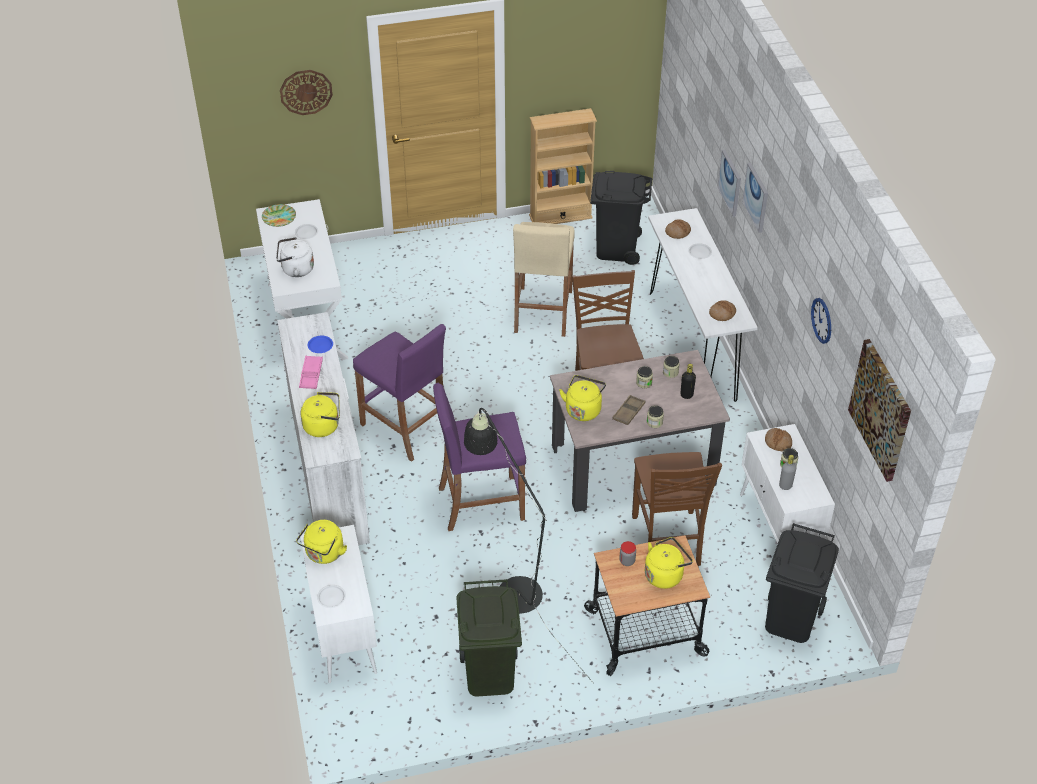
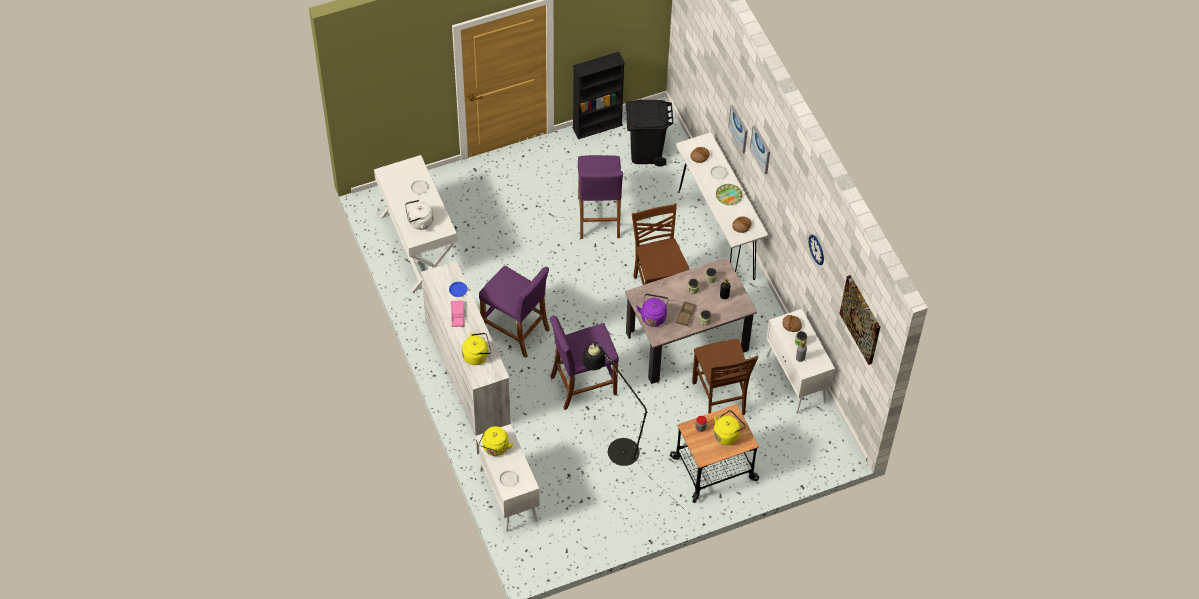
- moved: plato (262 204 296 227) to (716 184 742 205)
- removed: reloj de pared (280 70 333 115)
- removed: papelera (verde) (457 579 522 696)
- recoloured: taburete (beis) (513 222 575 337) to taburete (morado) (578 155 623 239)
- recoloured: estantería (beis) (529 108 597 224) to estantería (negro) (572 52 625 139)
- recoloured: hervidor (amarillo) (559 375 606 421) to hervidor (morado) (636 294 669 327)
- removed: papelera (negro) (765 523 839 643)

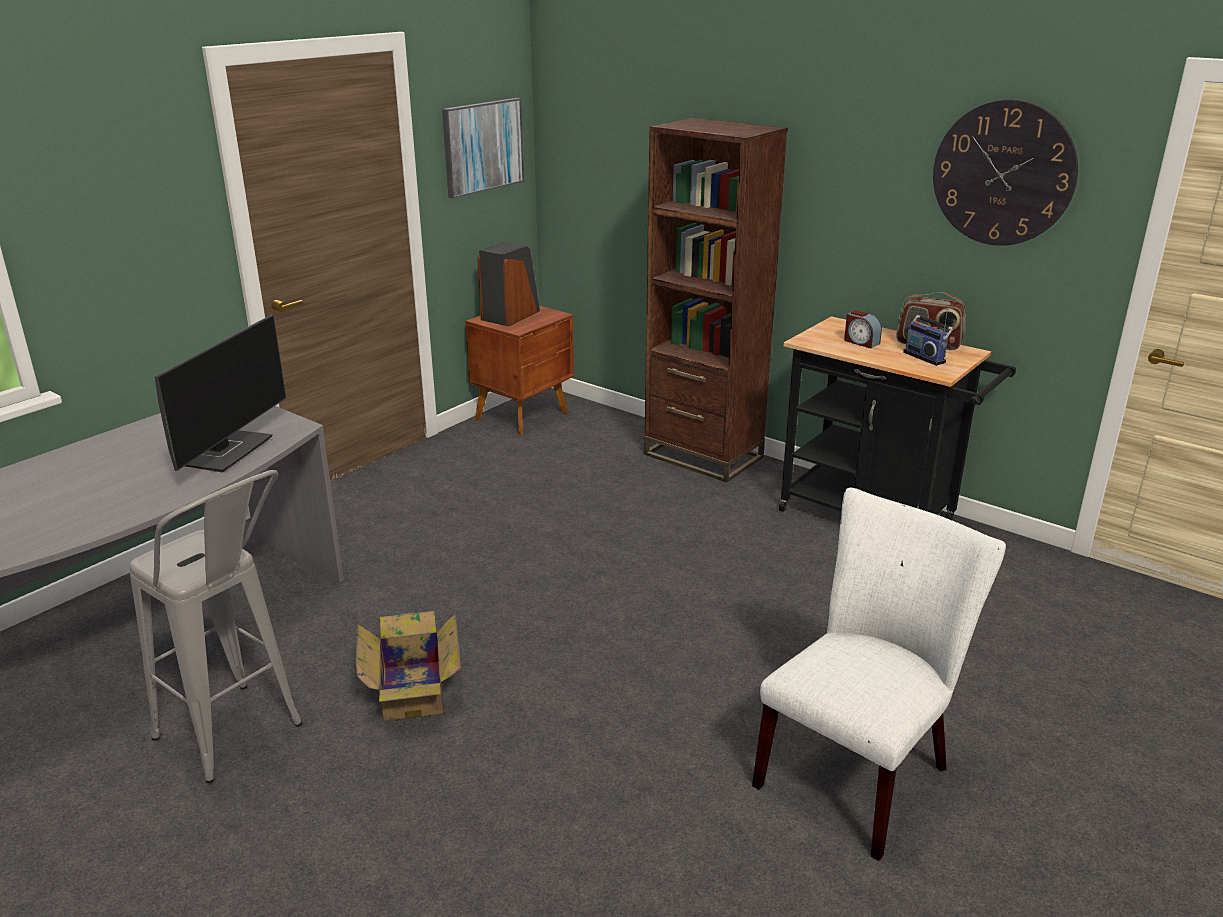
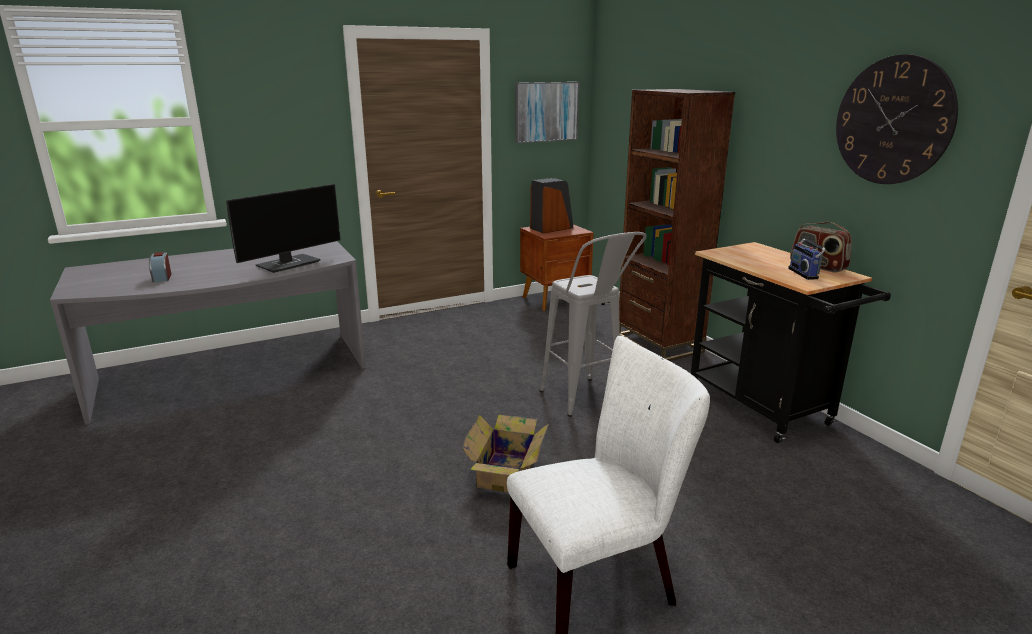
- moved: taburete (gris) (129 470 302 783) to (540 232 647 417)
- moved: caja de cartón (356 611 461 721) to (463 414 549 493)
- moved: despertador (844 310 882 348) to (149 252 171 282)

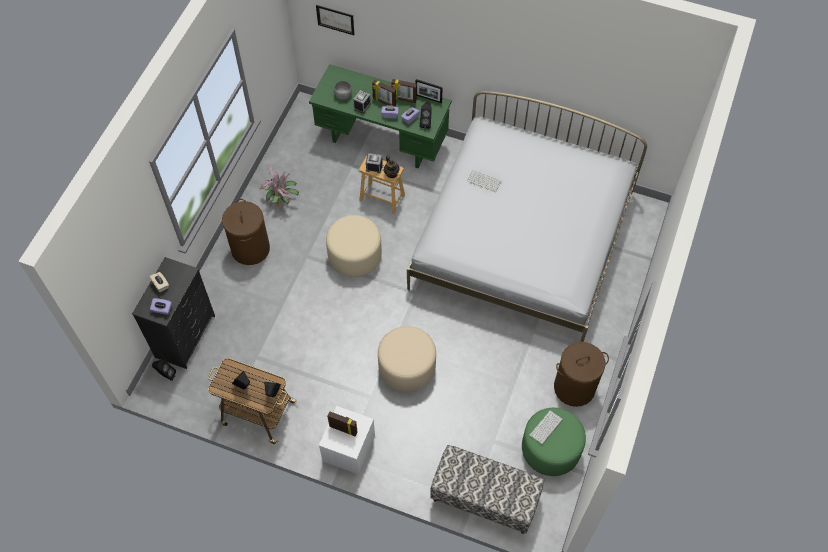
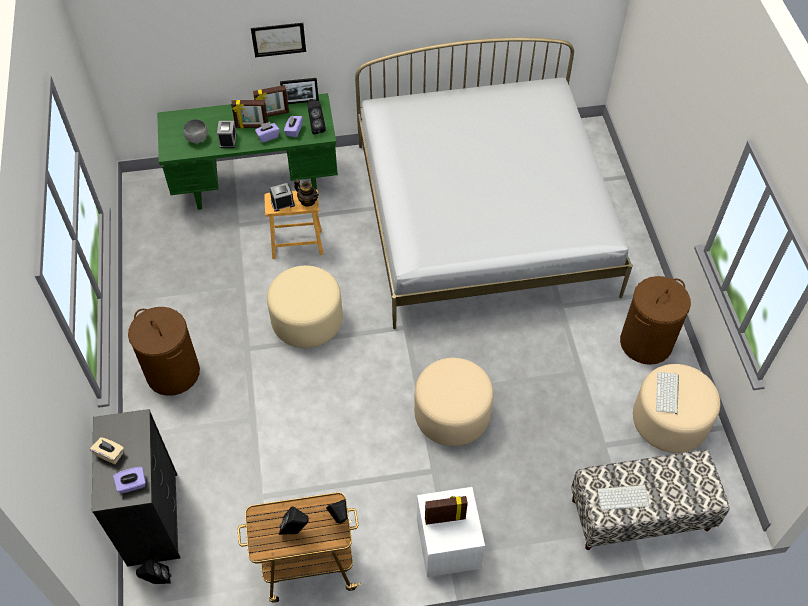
- removed: planta en maceta (260 163 299 209)
- moved: cuadro (316 5 355 35) to (251 23 306 57)
- moved: teclado (467 170 501 192) to (597 485 649 510)
- recoloured: puf (verde) (522 408 586 476) to puf (beis) (633 364 720 453)

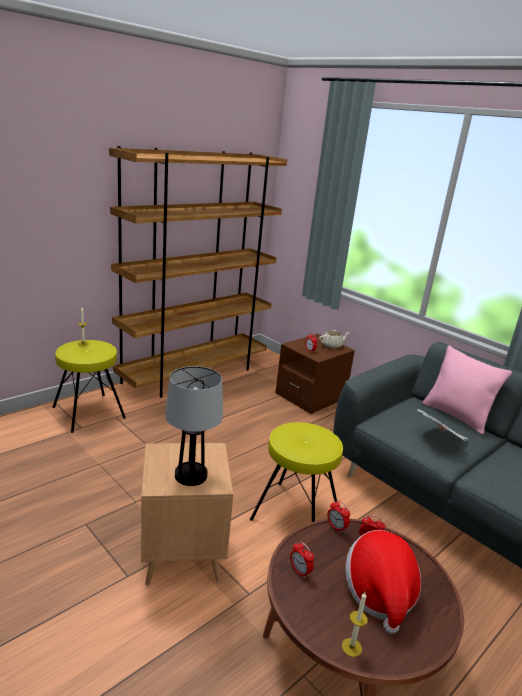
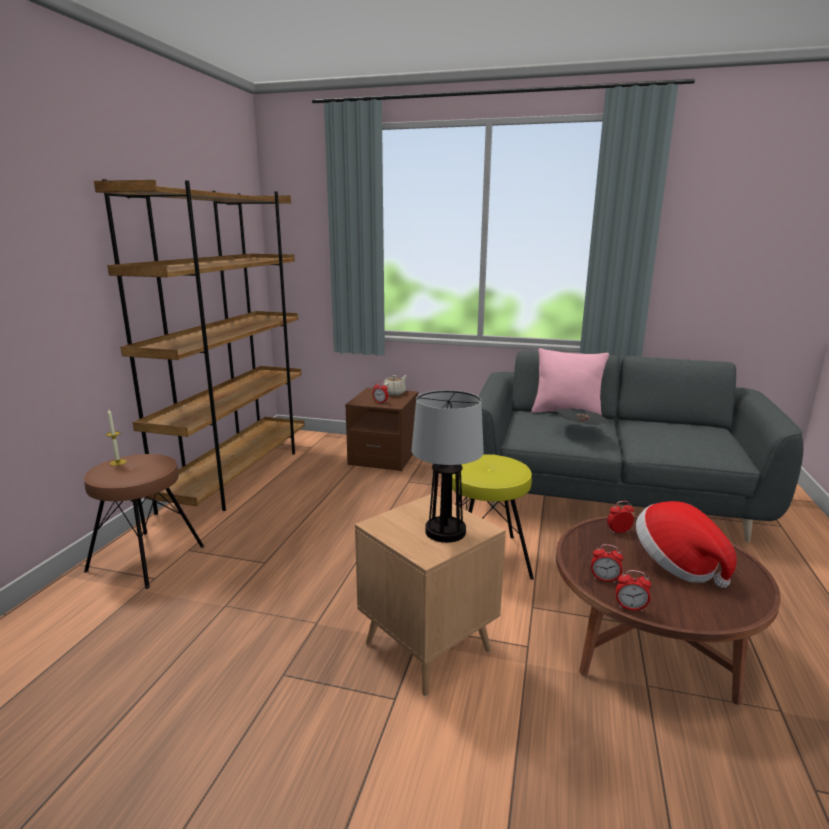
- recoloured: taburete (amarillo) (52 340 126 433) to taburete (marrón) (84 454 204 589)
- moved: despertador (328 500 350 532) to (616 570 651 612)
- removed: vela (342 592 368 657)

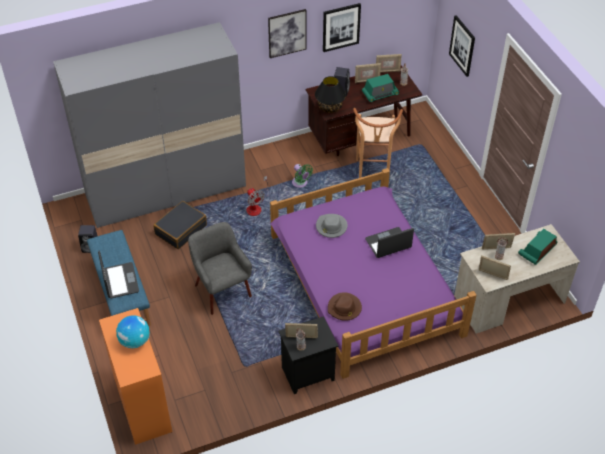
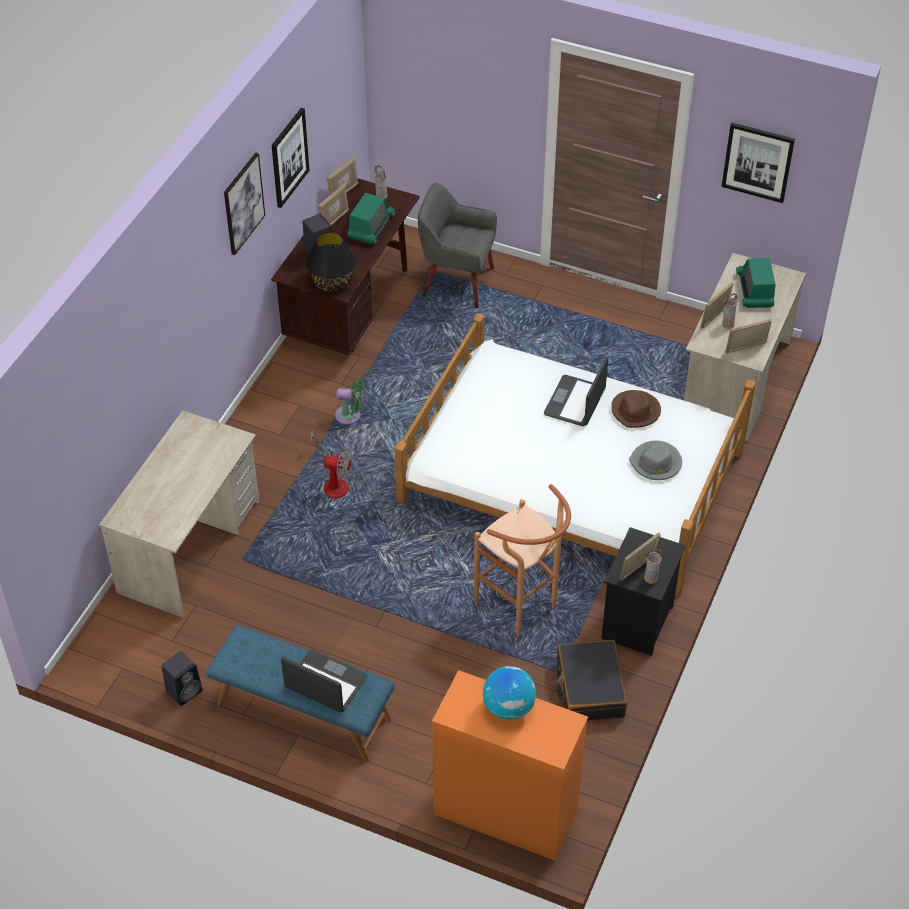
- replaced: armario ropero (gris) (53 22 246 228) to escritorio (beis) (99 410 260 618)
- moved: maleta (negro) (154 201 207 249) to (557 640 627 721)
- moved: sillón (gris) (188 222 252 315) to (418 183 497 309)
- recoloured: cama (morado) (270 168 476 379) to cama (blanco) (395 313 756 597)
- moved: sombrero (gris) (316 214 348 238) to (629 441 682 480)
- moved: sombrero (marrón) (328 292 362 321) to (611 390 661 428)
- moved: taburete (marrón) (353 108 403 178) to (474 484 571 636)
- moved: cuadro (449 15 475 77) to (722 123 795 203)

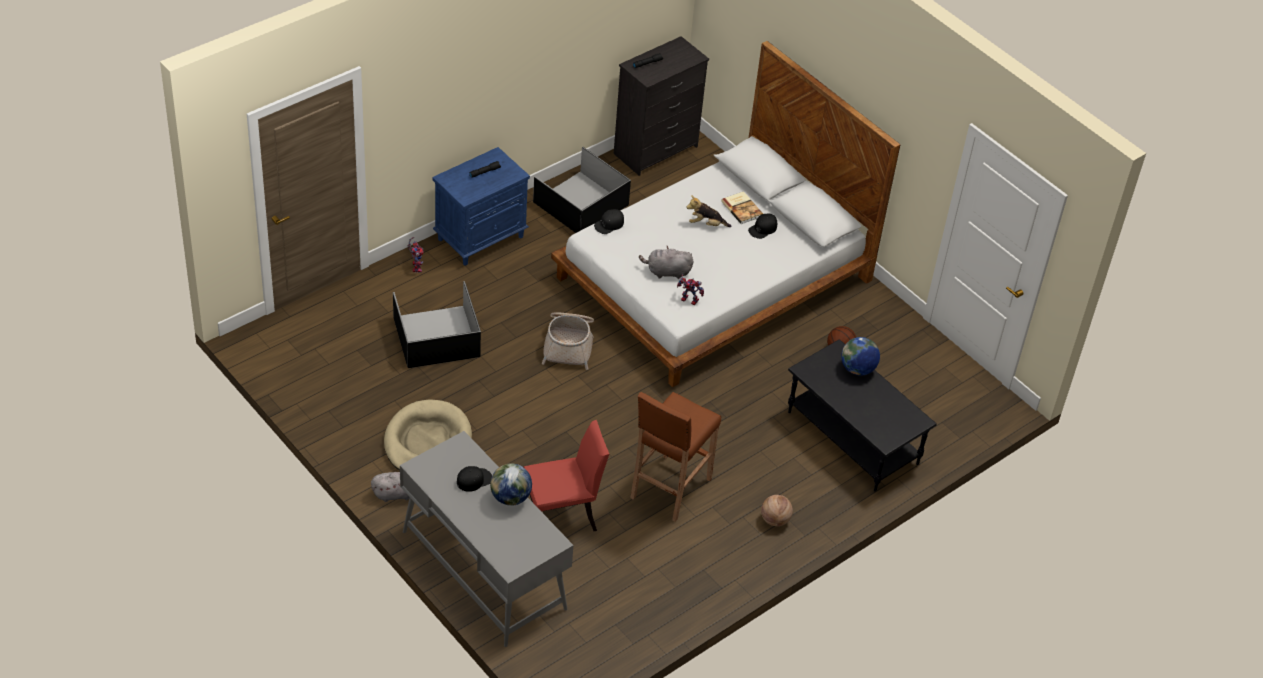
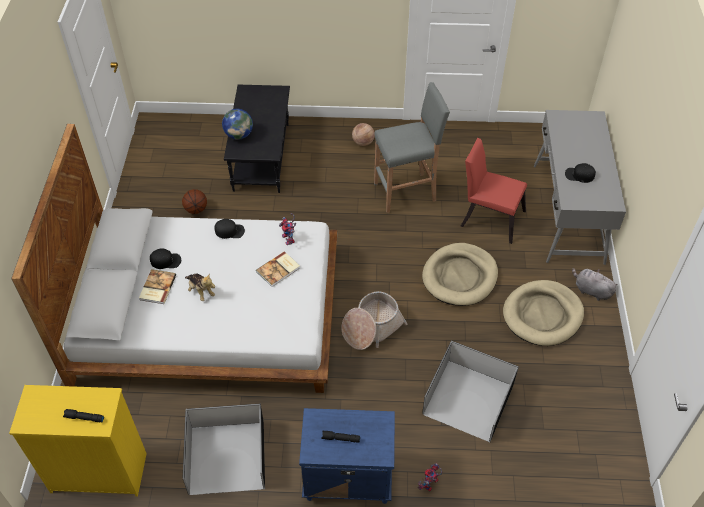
- removed: globo terráqueo (490 463 532 506)
- moved: gorra (negro) (594 209 624 234) to (214 219 245 239)
- recoloured: cómoda (negro) (614 36 709 176) to cómoda (amarillo) (9 385 147 497)
- recoloured: taburete (marrón) (631 392 721 522) to taburete (gris) (374 82 450 213)
- replaced: peluche (gris) (639 245 693 279) to libro (256 251 300 287)
- added: cama para perro (beis) (422 243 498 306)

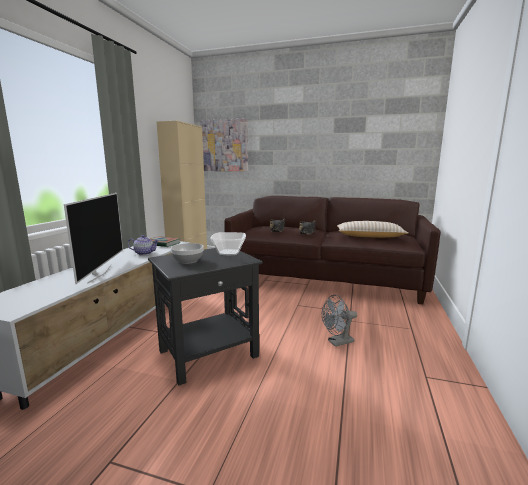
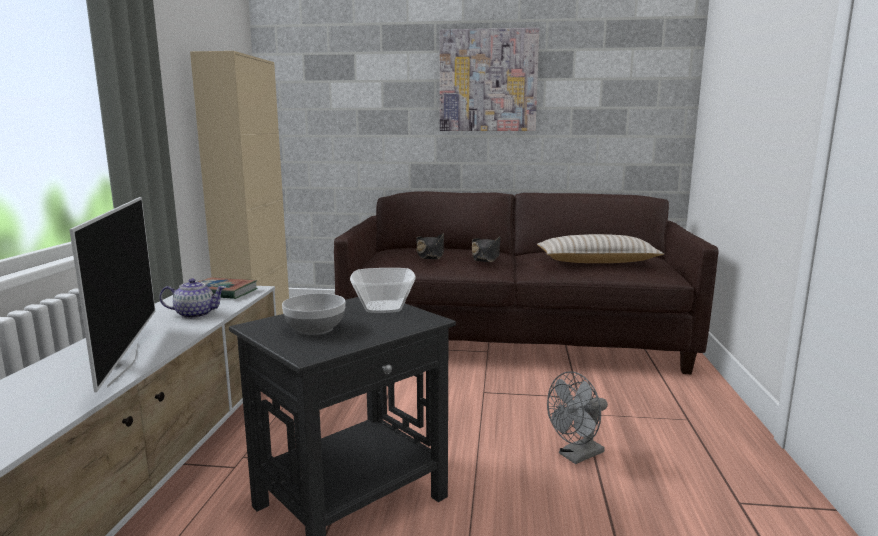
- moved: cuadro (200 118 248 171) to (440 28 539 131)

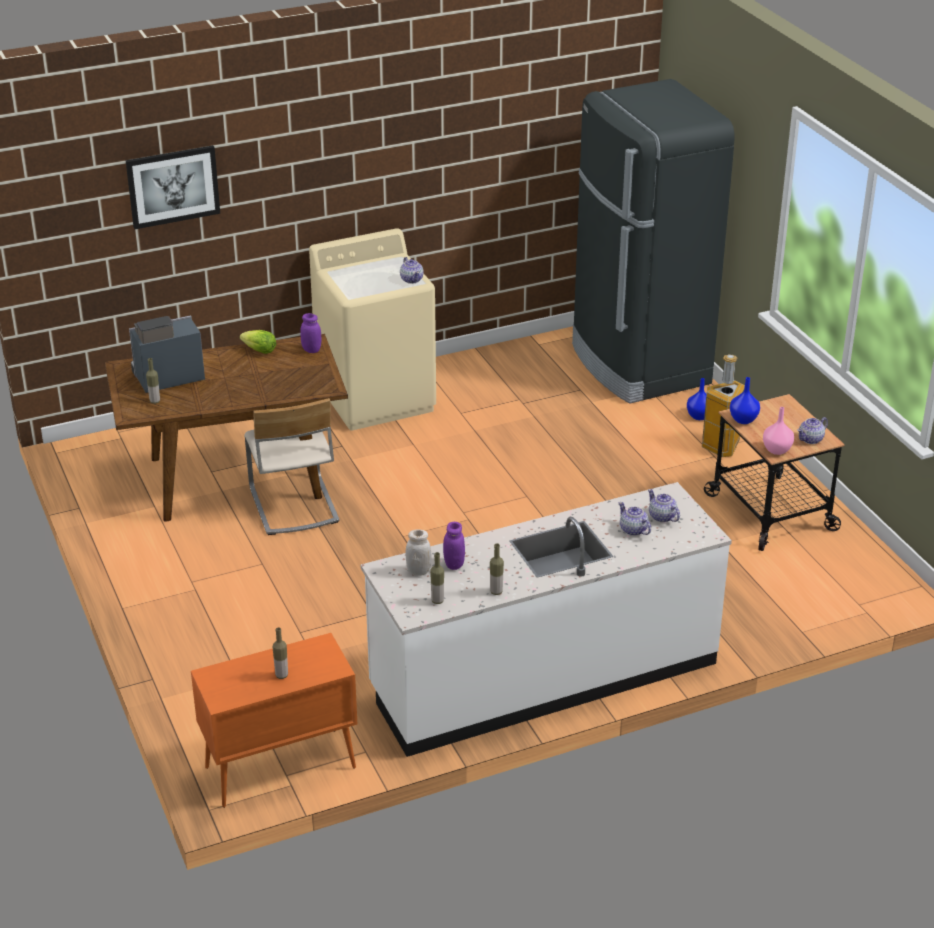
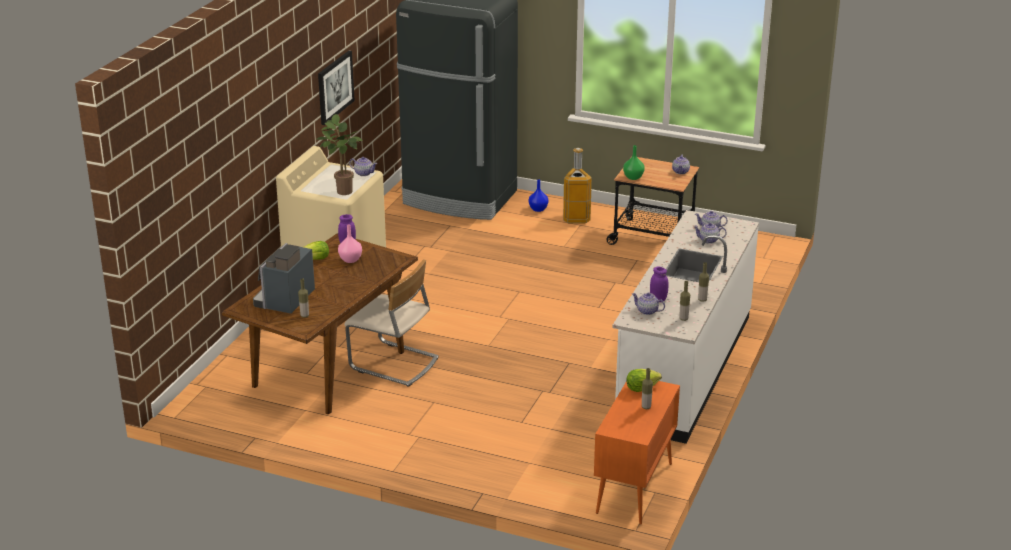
- moved: cuadro (126 145 220 229) to (318 51 355 125)
- replaced: tarro (blanco) (406 529 432 576) to tetera (632 293 665 315)
- recoloured: florero (azul) (730 377 760 424) to florero (verde) (623 145 645 180)
- moved: florero (rosa) (763 407 794 455) to (338 224 362 263)
- added: planta en maceta (317 114 363 195)
- added: lechuga (626 369 662 392)

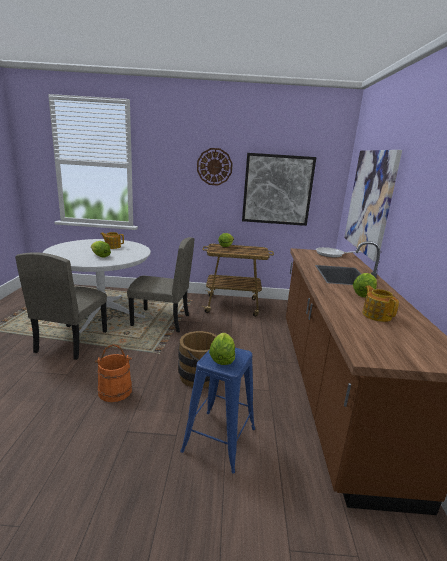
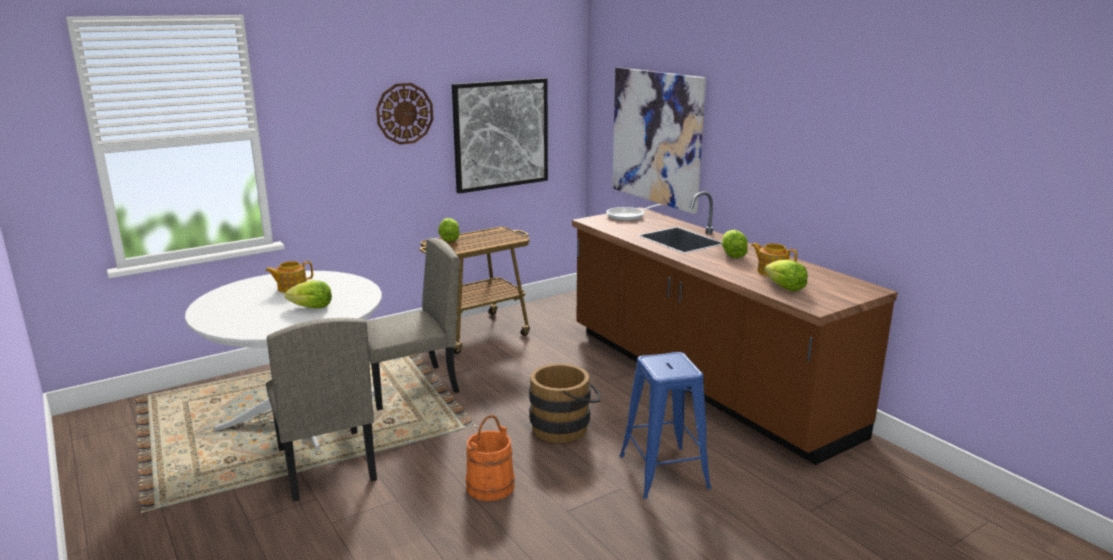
- moved: lechuga (209 333 235 365) to (765 260 808 291)

